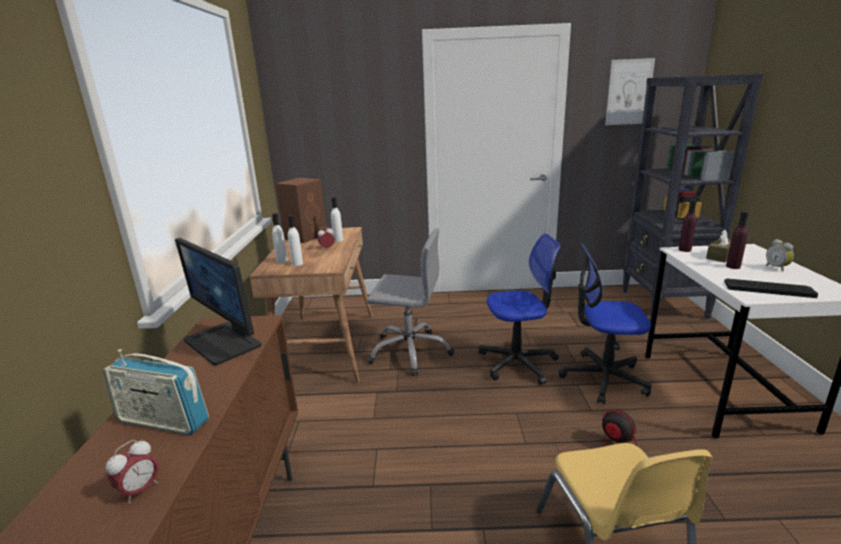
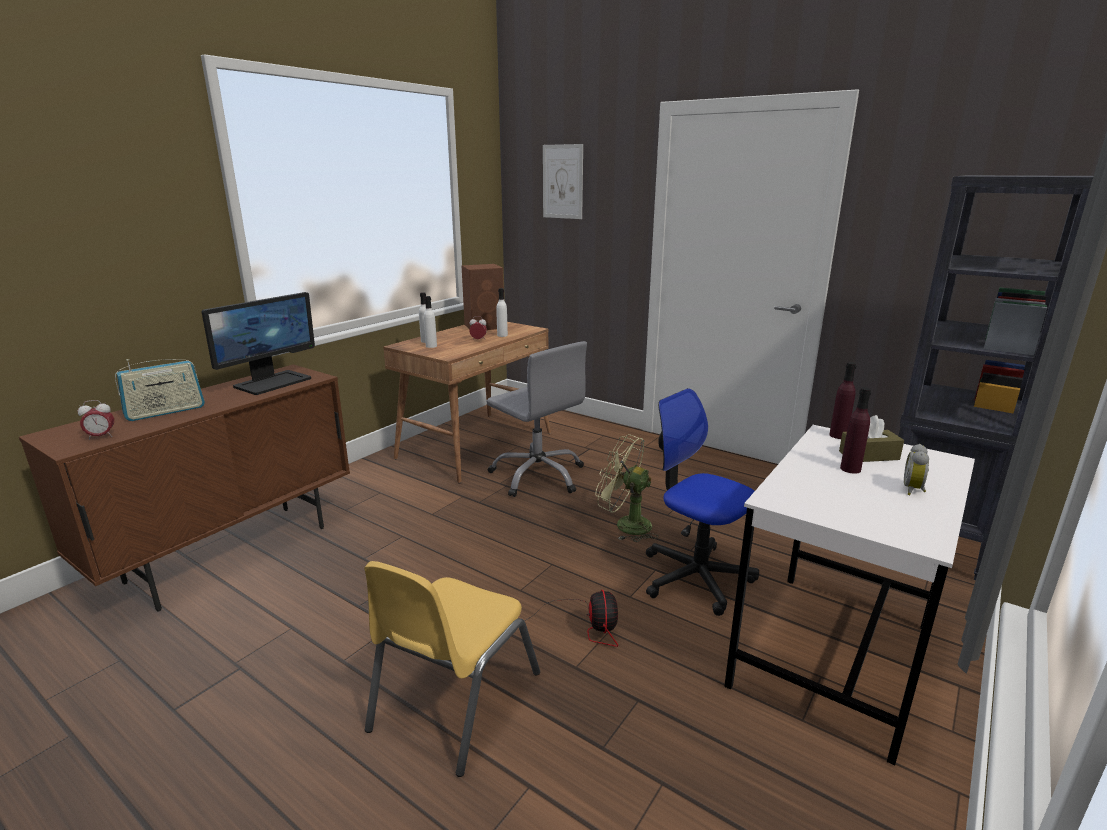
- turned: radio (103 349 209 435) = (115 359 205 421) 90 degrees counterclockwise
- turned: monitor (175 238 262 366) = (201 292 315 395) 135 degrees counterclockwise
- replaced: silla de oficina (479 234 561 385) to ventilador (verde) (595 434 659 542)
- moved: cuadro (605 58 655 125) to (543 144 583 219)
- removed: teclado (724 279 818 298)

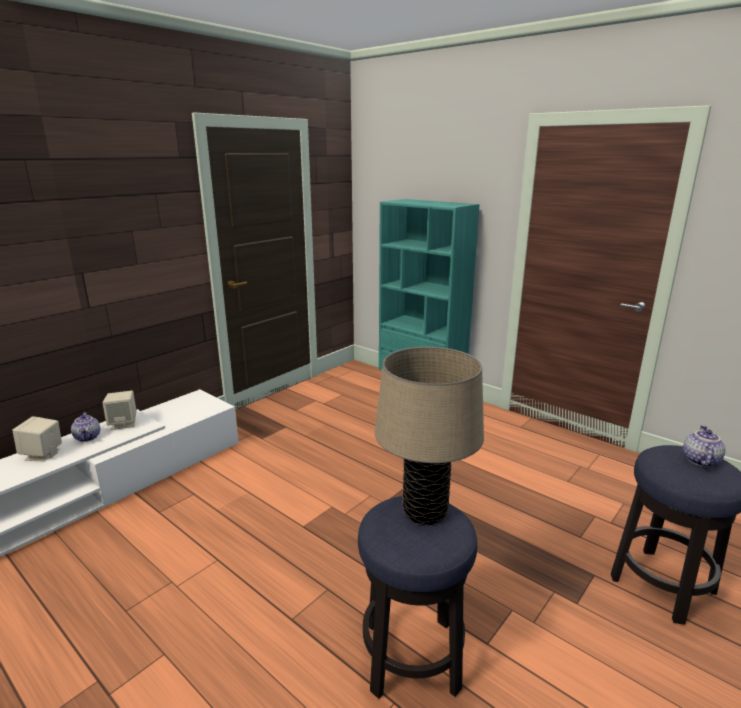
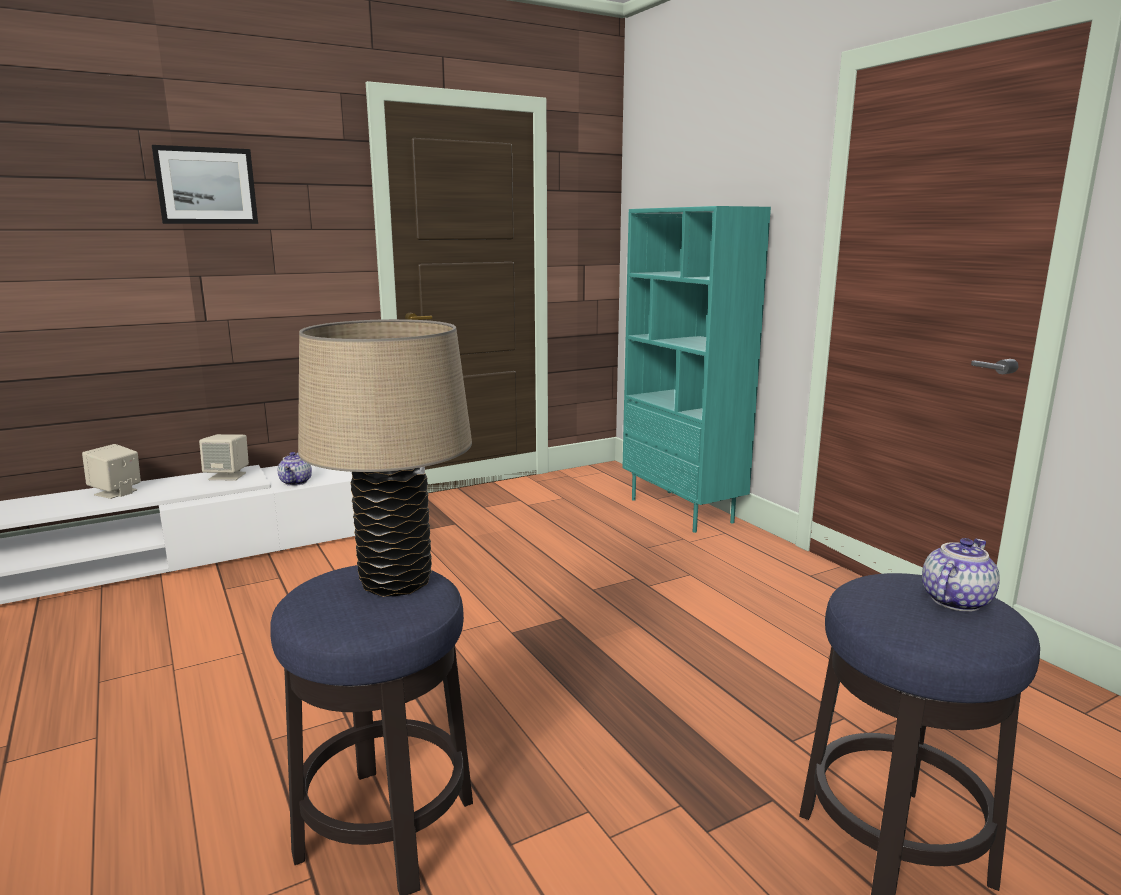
- moved: tetera (71 412 100 442) to (278 452 312 486)
- added: cuadro (152 145 258 224)

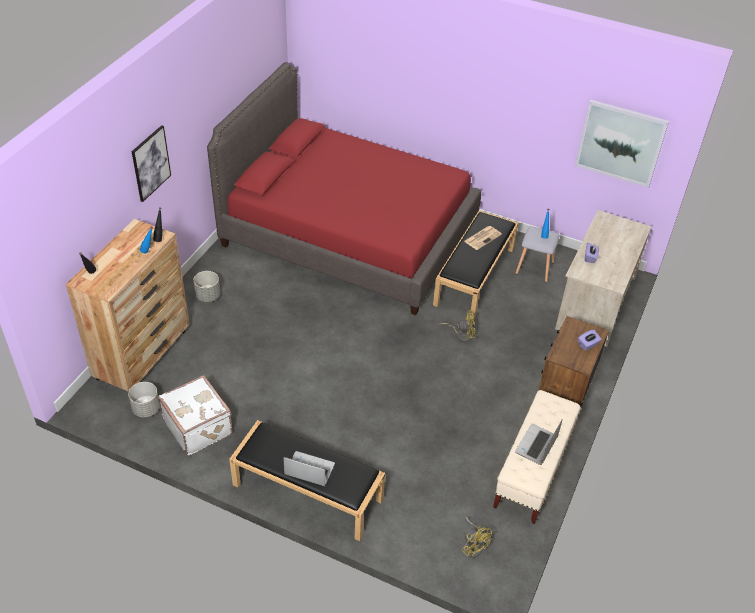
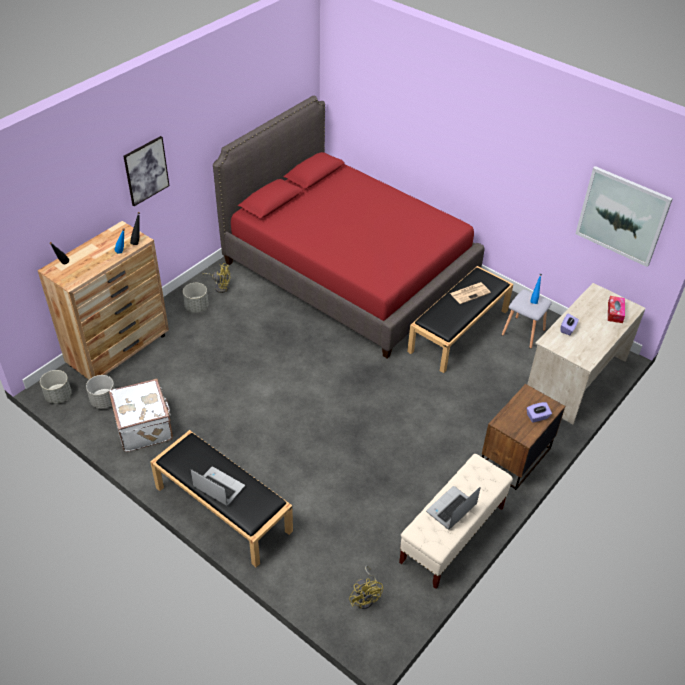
- moved: ventilador (amarillo) (438 310 476 342) to (203 263 231 293)
- added: maceta (gris) (40 370 72 404)
- added: caja de pañuelos (608 296 625 323)

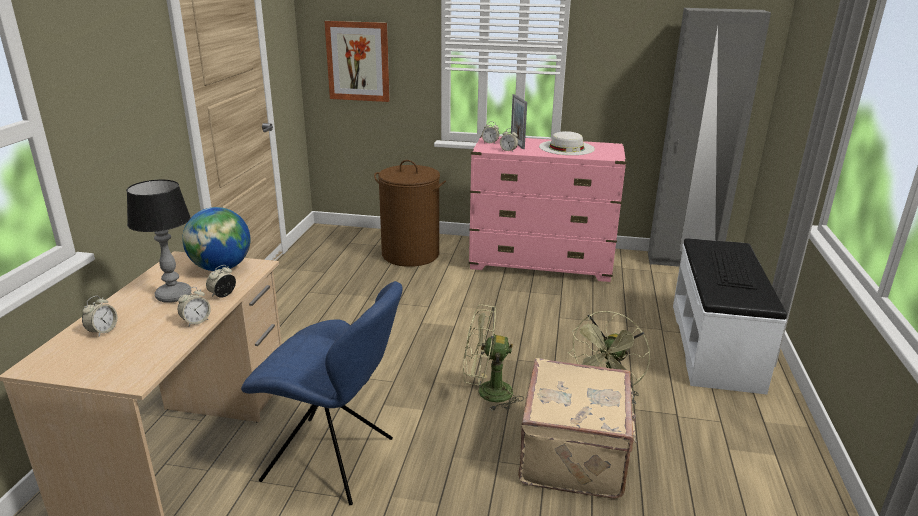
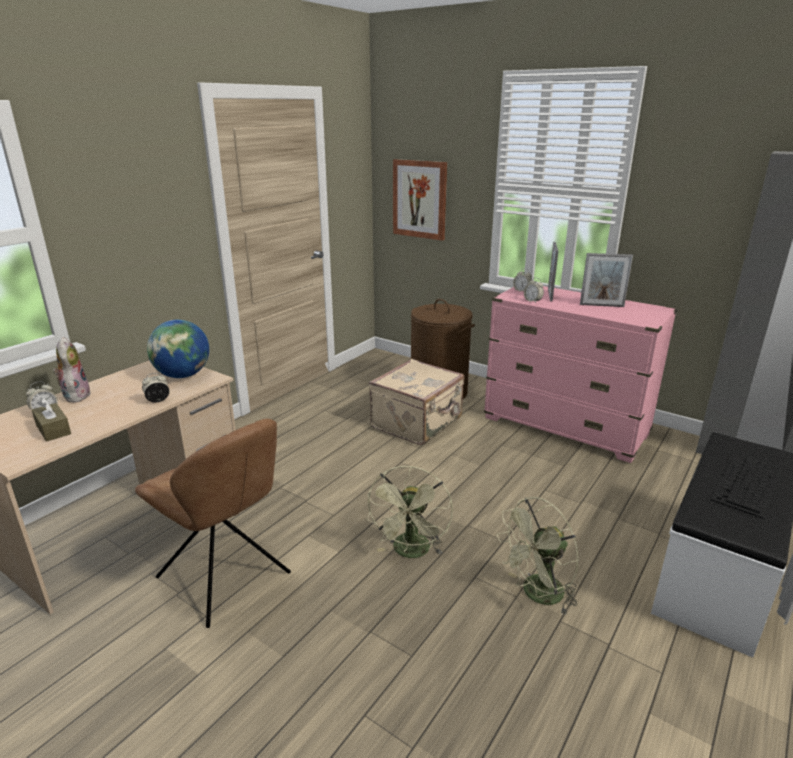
- removed: lámpara de mesa (126 179 191 303)
- removed: despertador (178 287 211 326)
- recoloured: silla (azul) (241 281 403 505) to silla (marrón) (135 419 291 628)
- turned: ventilador (verde) (463 304 524 411) = (366 466 453 558) 105 degrees counterclockwise
- moved: maleta (beis) (518 358 637 499) to (369 359 464 445)
- replaced: sombrero (blanco) (539 131 595 155) to portarretratos (580 253 633 307)
- added: caja de pañuelos (marrón) (32 398 71 442)
- added: peluche (53 337 91 403)

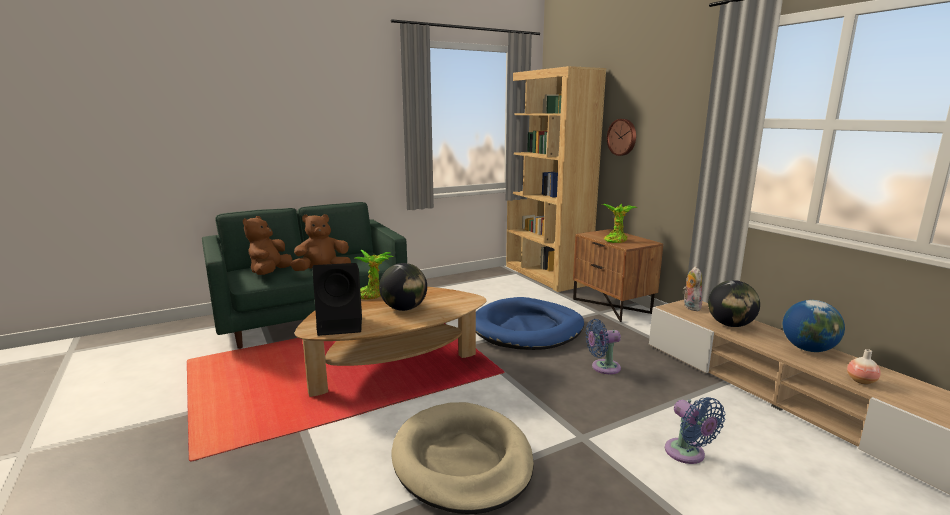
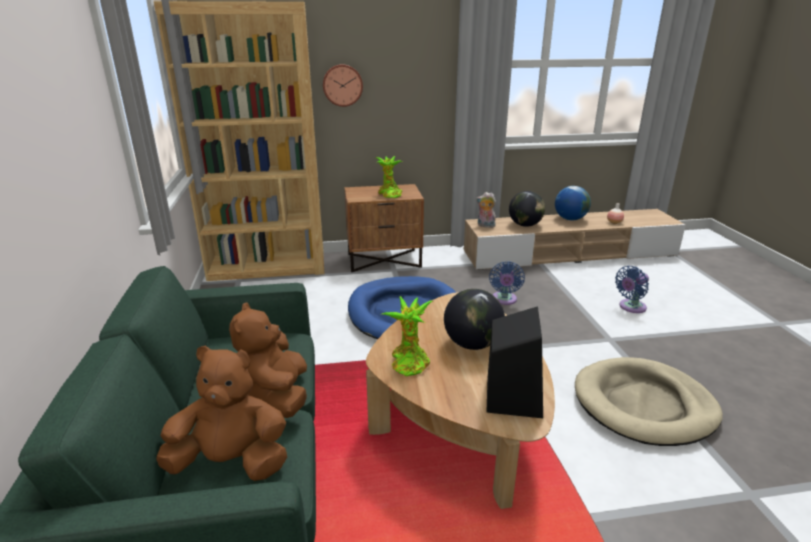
- turned: peluche (marrón) (243 216 293 275) = (156 346 287 481) 150 degrees clockwise
- turned: ventilador (azul) (665 397 725 464) = (615 266 649 313) 150 degrees clockwise

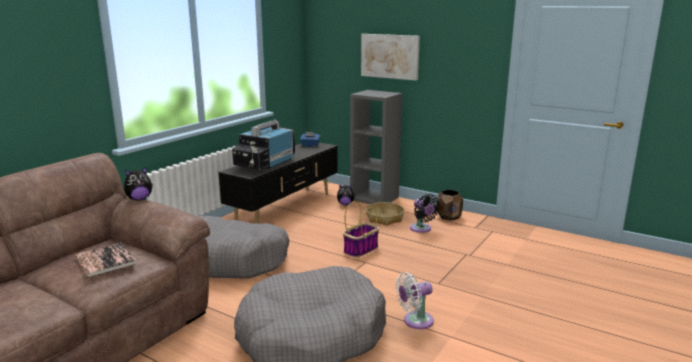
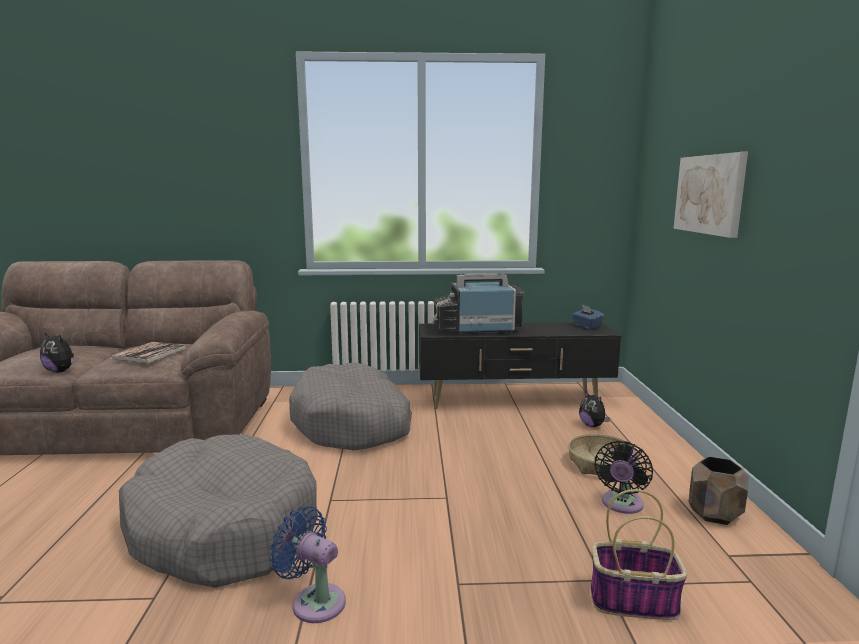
- moved: peluche (124 167 153 200) to (40 332 78 373)
- moved: cesta (343 201 379 258) to (591 489 688 620)
- removed: estantería (gris) (350 90 402 204)
- recoloured: ventilador (blanco) (395 272 434 329) to ventilador (azul) (269 506 346 623)

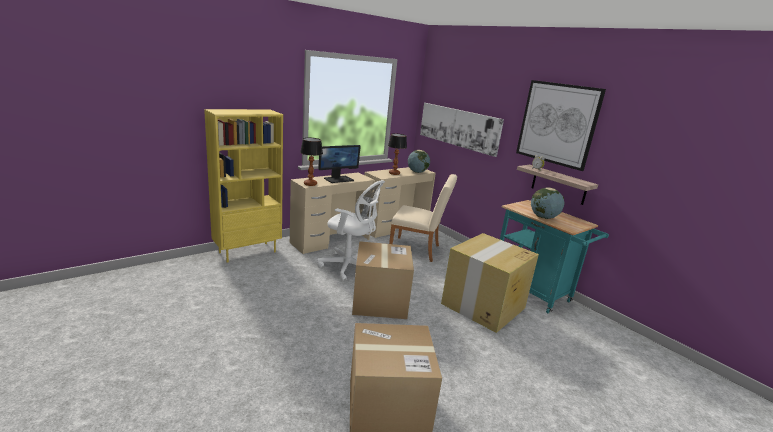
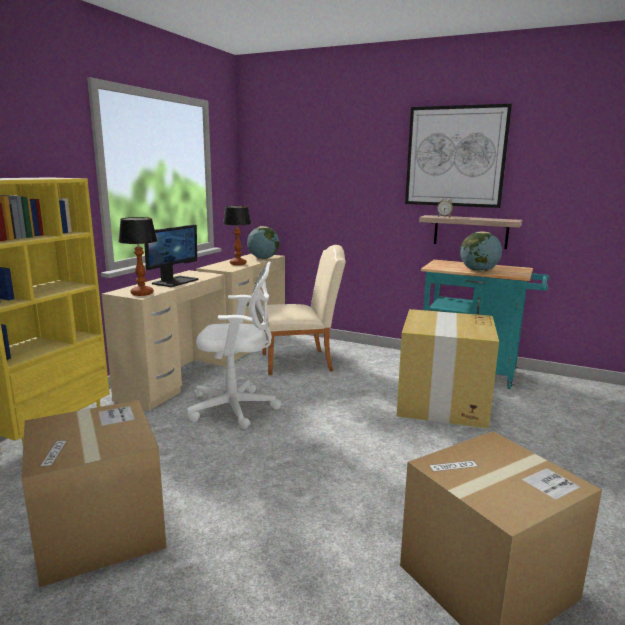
- moved: caja de cartón (352 241 414 319) to (21 400 167 588)
- removed: cuadro (420 103 504 157)

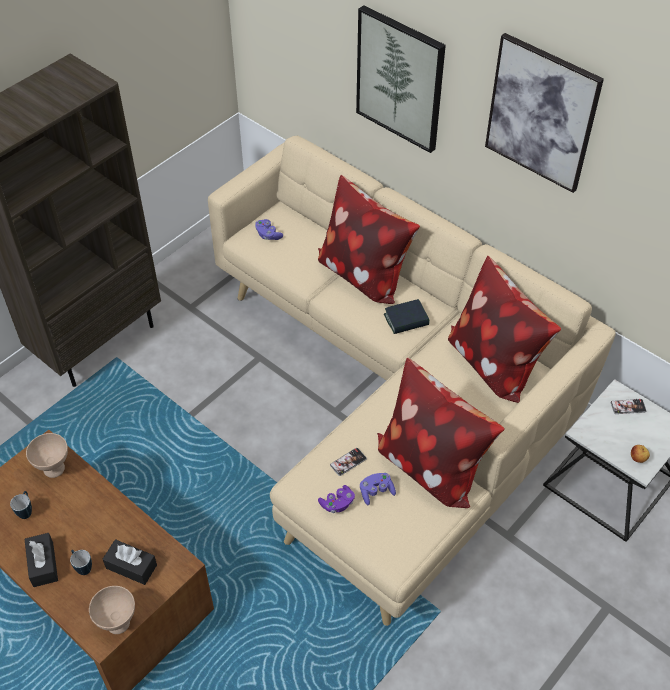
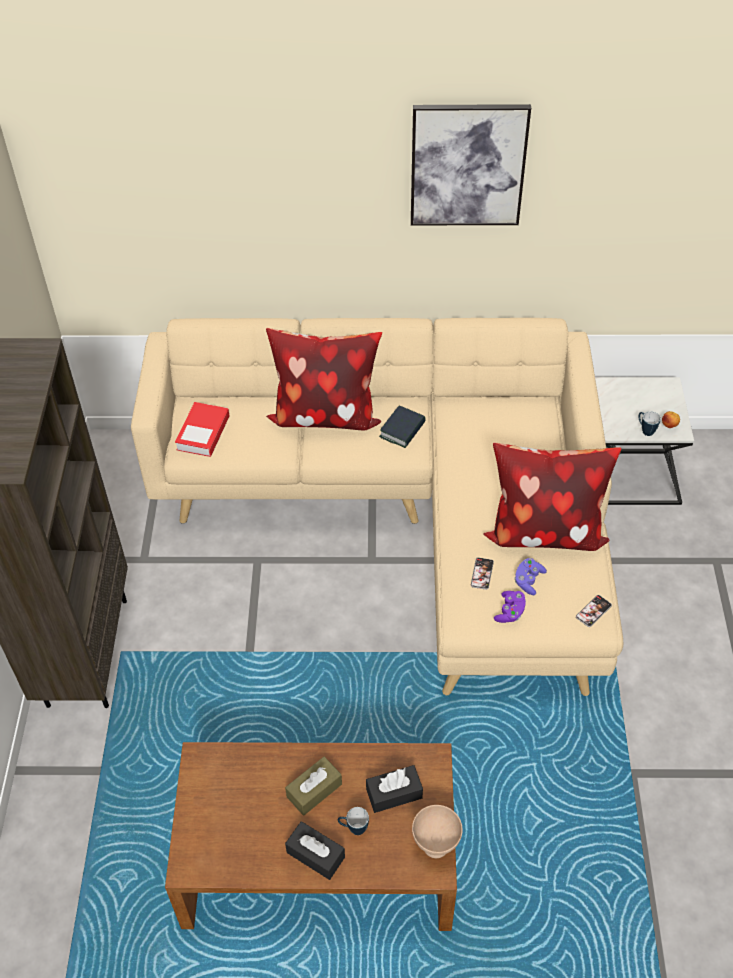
- moved: taza grande (10 491 32 519) to (639 411 661 436)
- removed: cuenco (beis) (26 433 68 478)
- replaced: mando de consola (morado) (255 219 283 240) to libro (175 402 229 457)
- removed: cuadro (356 5 446 153)
- removed: cojín (448 256 561 403)
- moved: móvil (611 399 647 414) to (576 595 612 627)
- added: caja de pañuelos (marrón) (285 756 342 816)

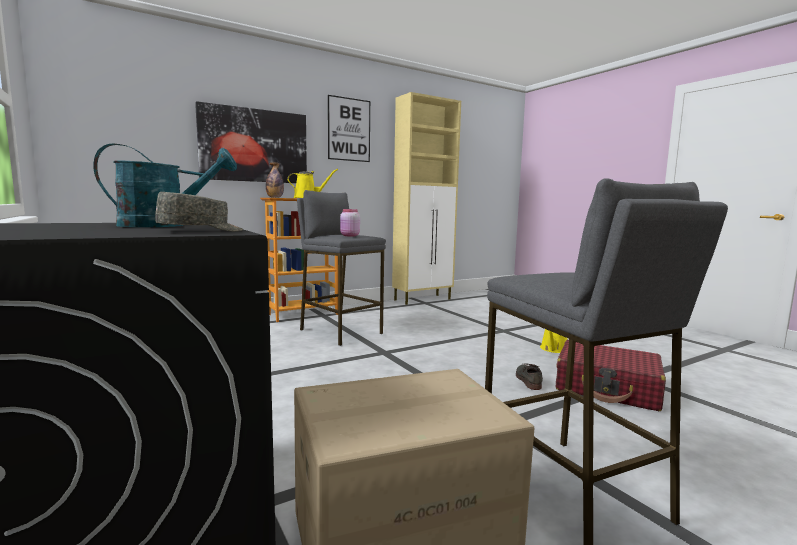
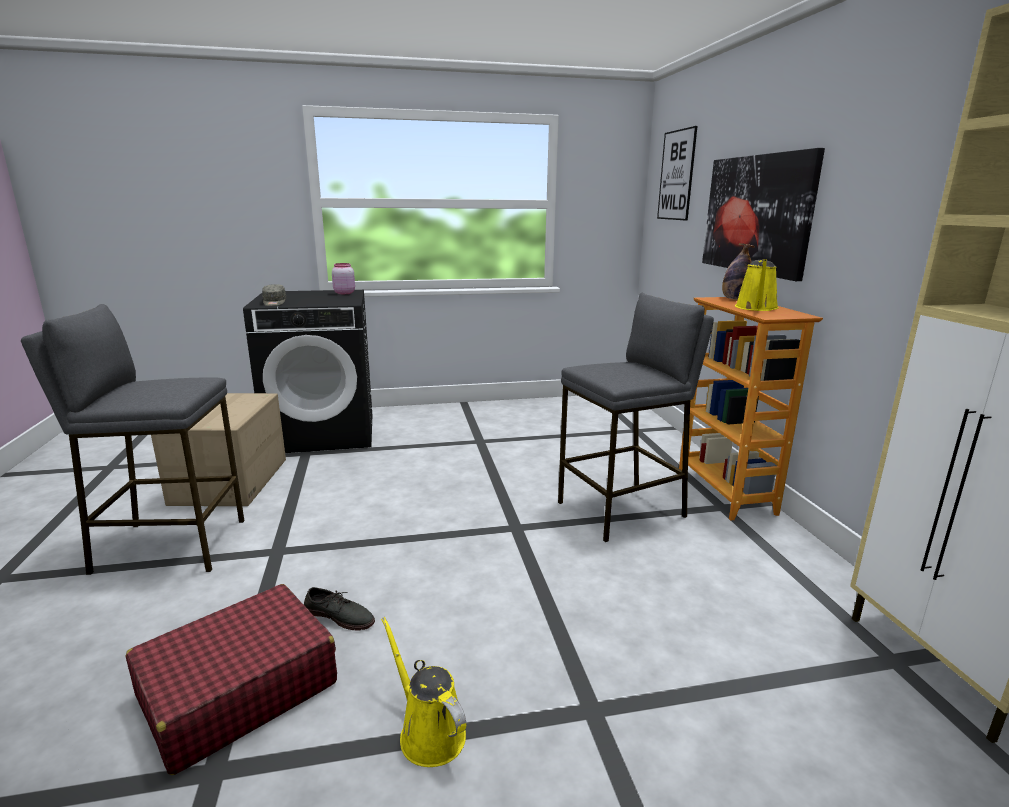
- removed: regadera (turquesa) (93 143 237 227)
- moved: cuadro (328 95 370 162) to (657 126 697 221)
- moved: tarro (rosa) (340 209 360 236) to (332 263 355 294)

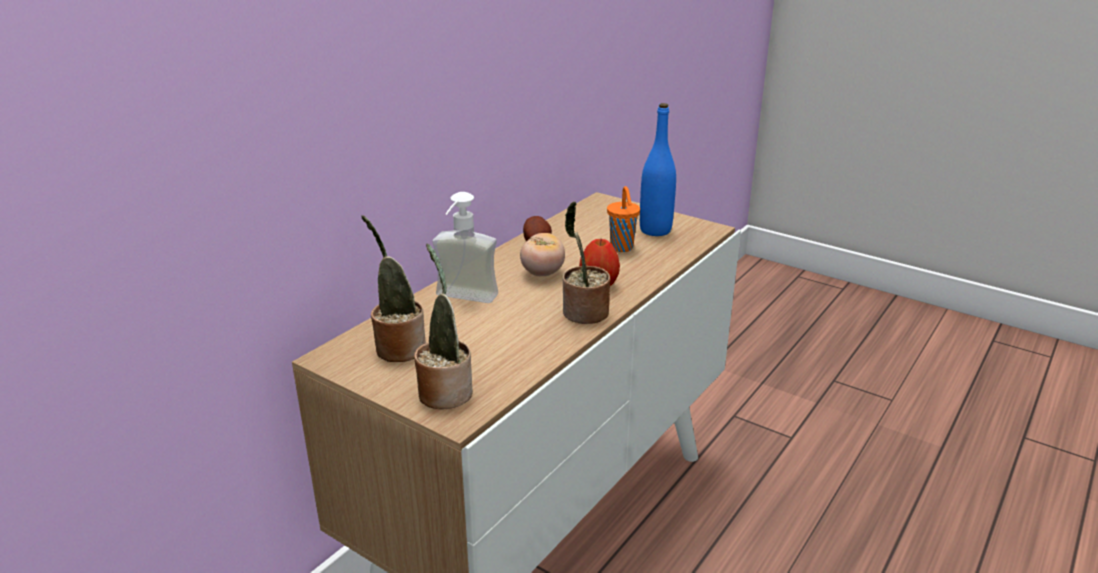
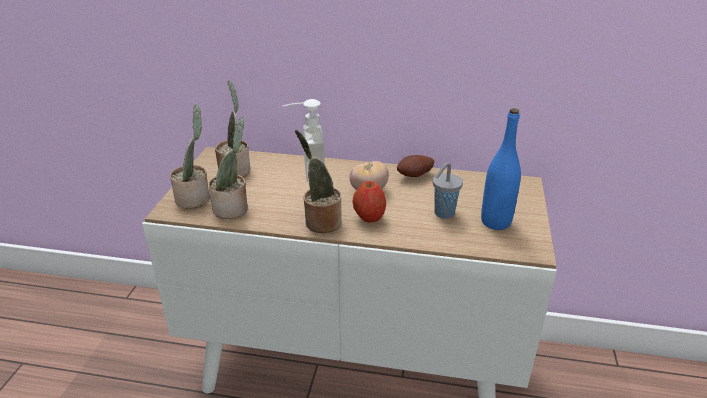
- recoloured: taza (naranja) (607 186 640 252) to taza (gris) (433 162 463 219)
- added: planta en maceta (208 118 248 219)

